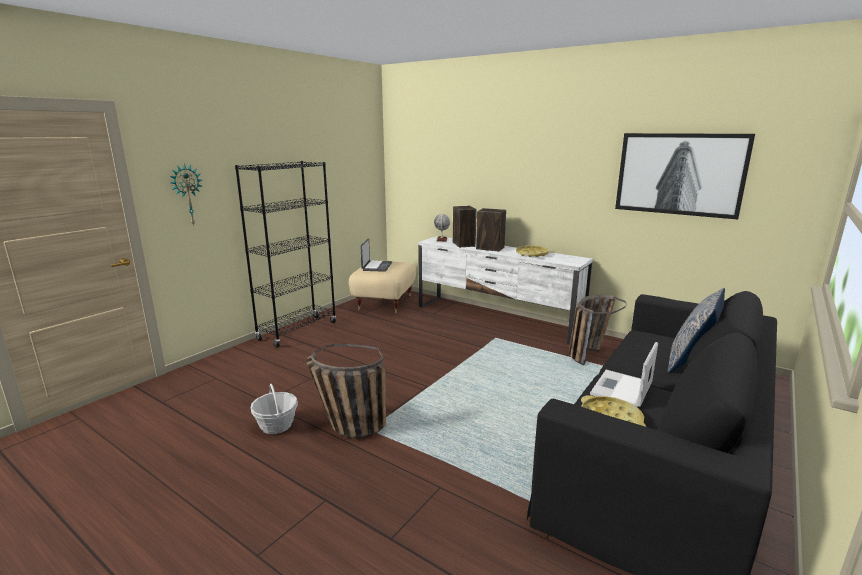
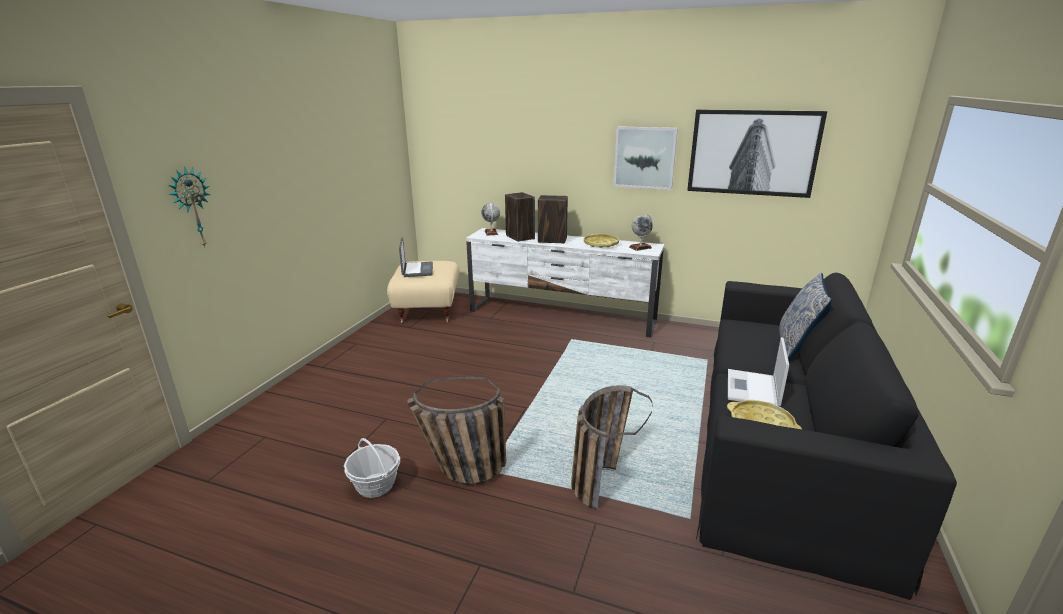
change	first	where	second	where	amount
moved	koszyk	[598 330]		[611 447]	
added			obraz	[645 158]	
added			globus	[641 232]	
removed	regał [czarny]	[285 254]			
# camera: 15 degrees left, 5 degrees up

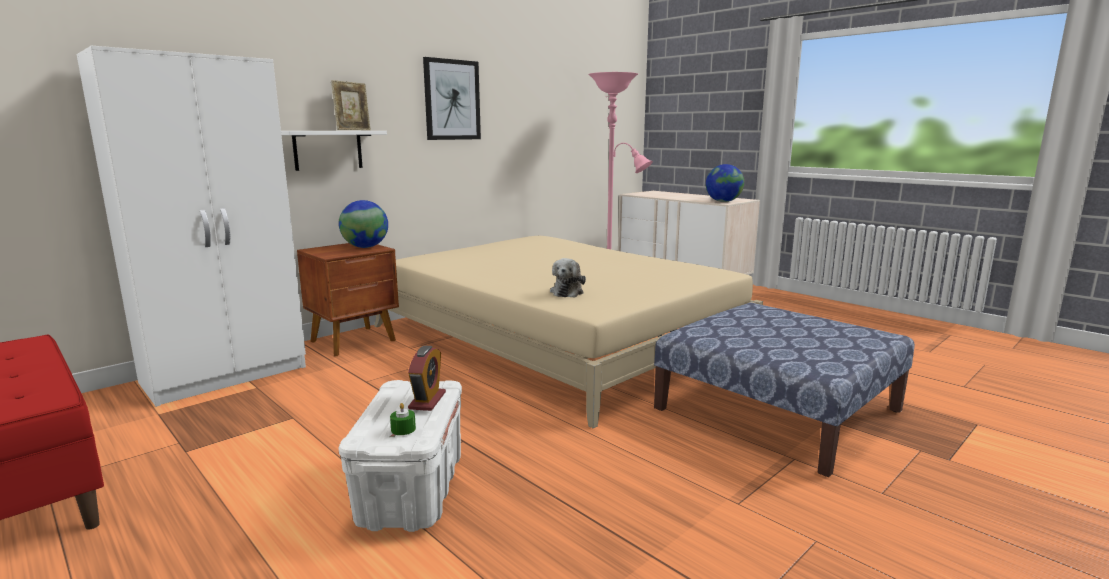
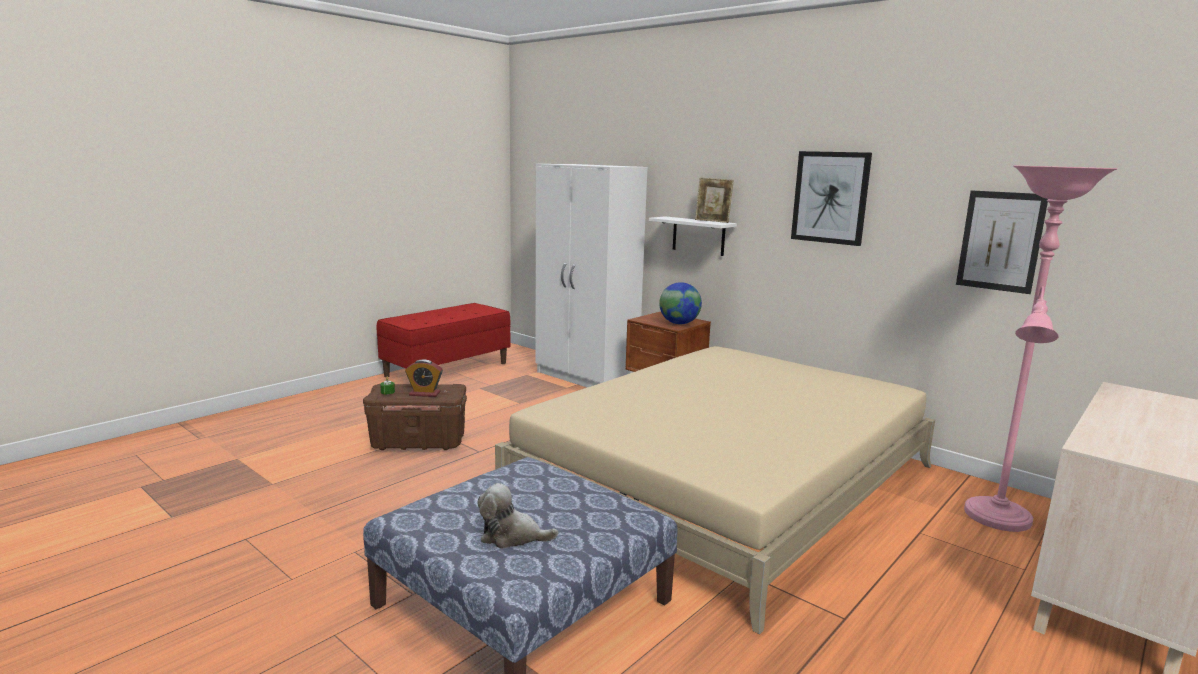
change	first	where	second	where	amount
recoloured	pojemnik do przechowywania [biały]	[400 456]	pojemnik do przechowywania [brązowy]	[415 417]	
moved	pluszak	[568 278]		[518 516]	
added			obraz	[1002 242]	
removed	globus	[725 183]			
# camera: 85 degrees right, 0 degrees up

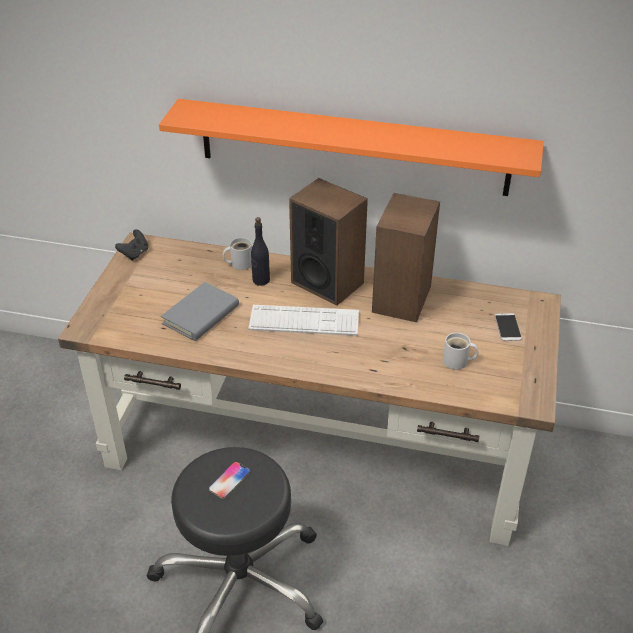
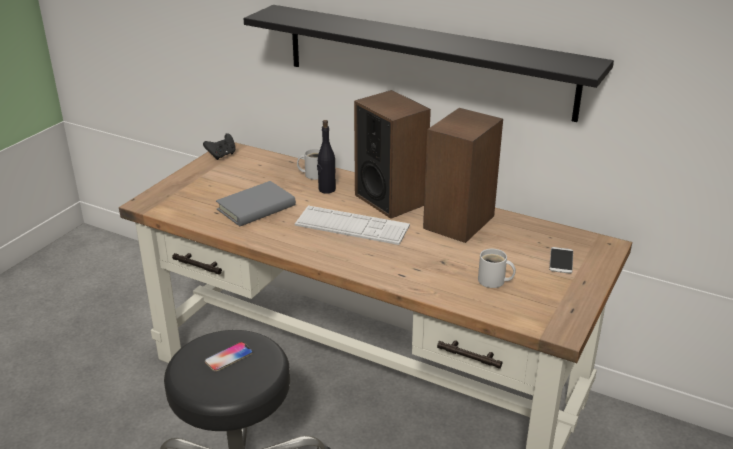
change	first	where	second	where	amount
recoloured	półka [pomarańczowy]	[351 147]	półka [czarny]	[428 63]	
# camera: 15 degrees right, 10 degrees down

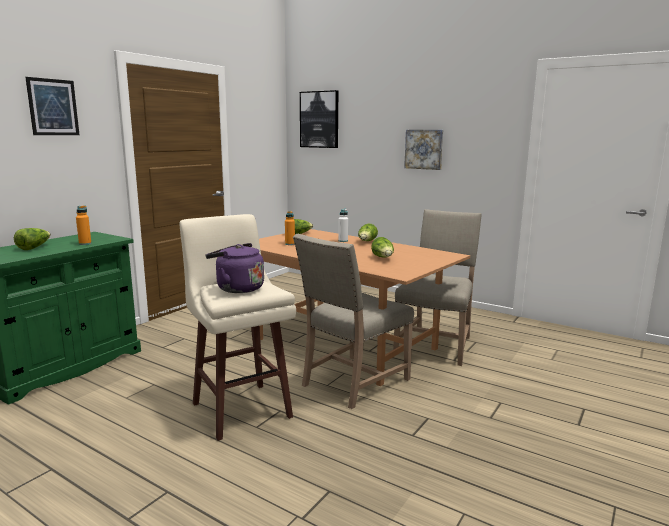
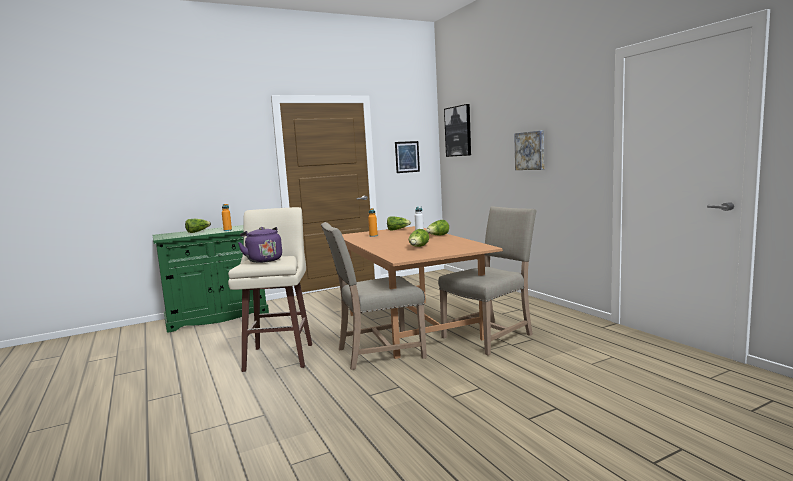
change	first	where	second	where	amount
moved	obraz	[52 106]		[407 157]	
# camera: 30 degrees right, 5 degrees down

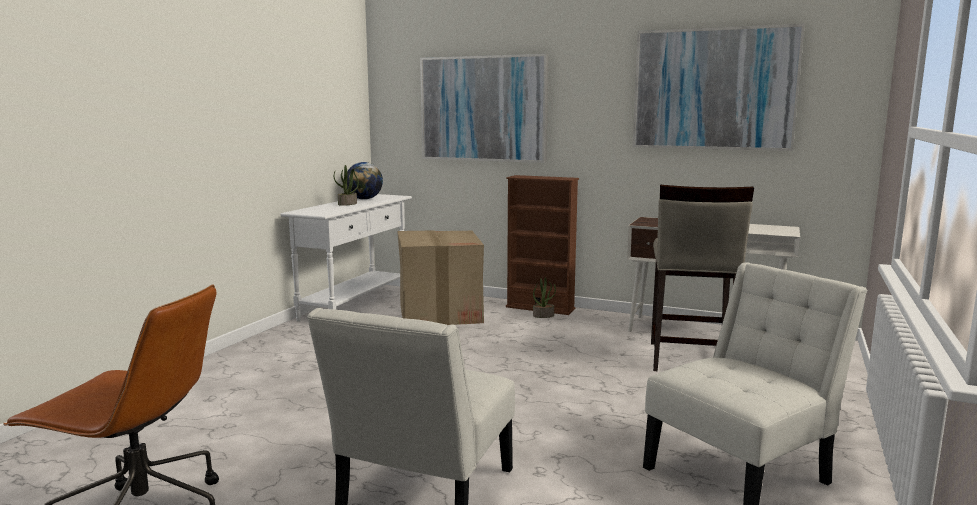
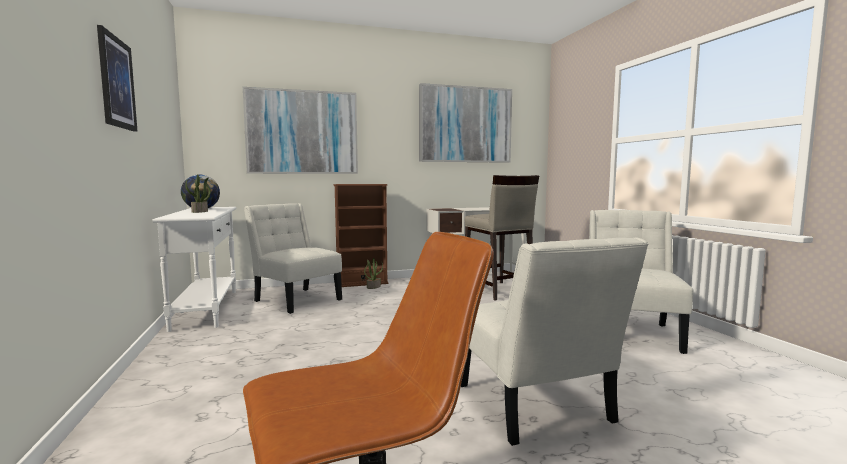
change	first	where	second	where	amount
added			obraz	[117 78]	
replaced	karton	[440 277]	krzesło [biały]	[293 258]	
# camera: 40 degrees left, 5 degrees down

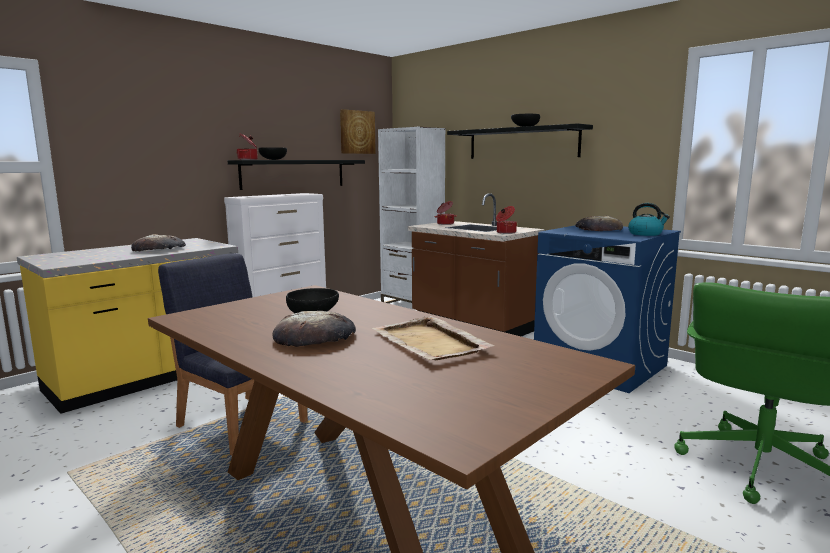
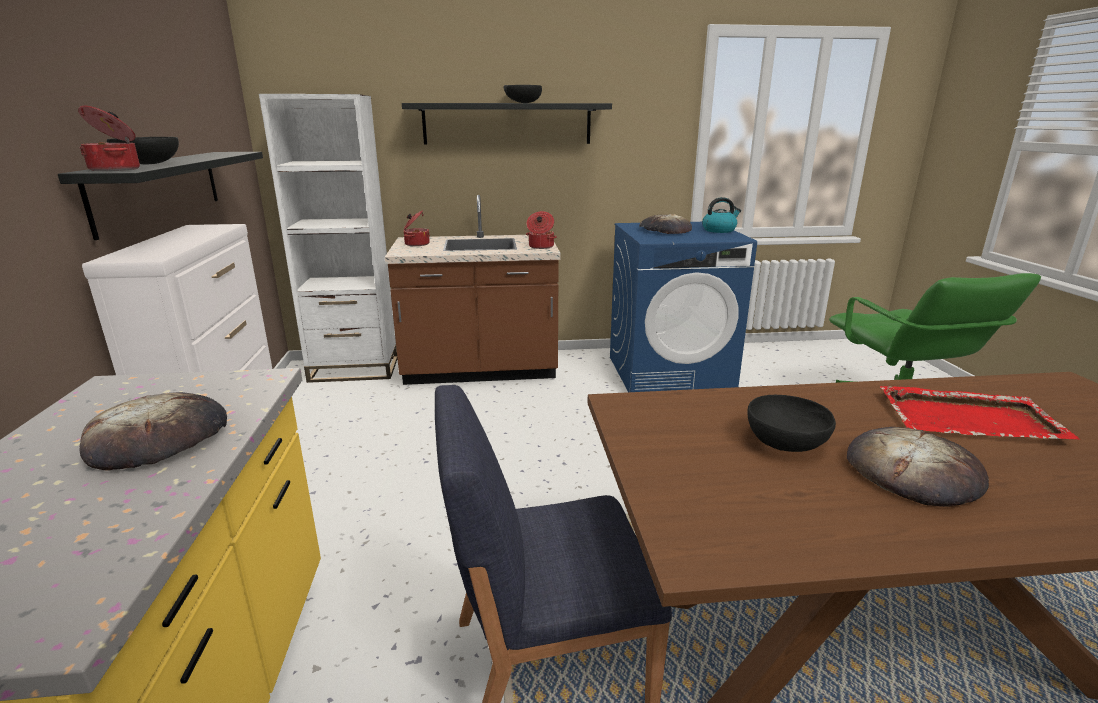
change	first	where	second	where	amount
recoloured	taca [beżowy]	[433 338]	taca [czerwony]	[980 413]	
removed	obraz	[358 131]			
# camera: 50 degrees left, 10 degrees up

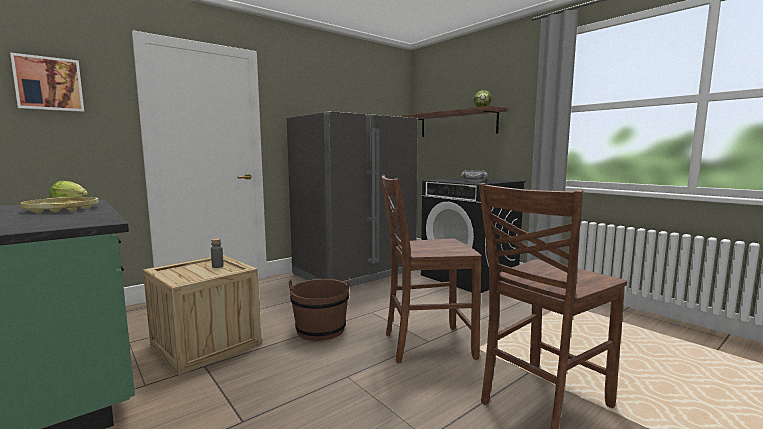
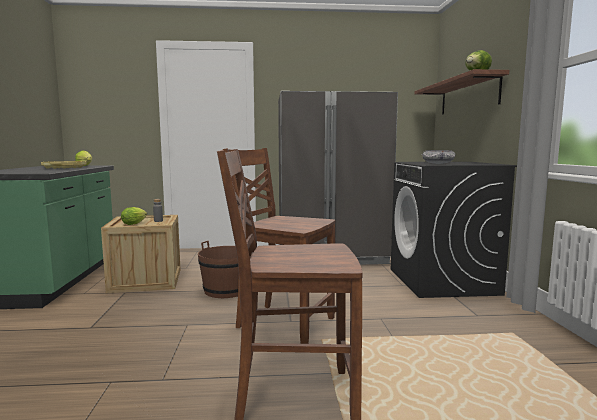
change	first	where	second	where	amount
added			sałata	[134 216]	
removed	obraz	[47 82]			
# camera: 35 degrees right, 0 degrees up

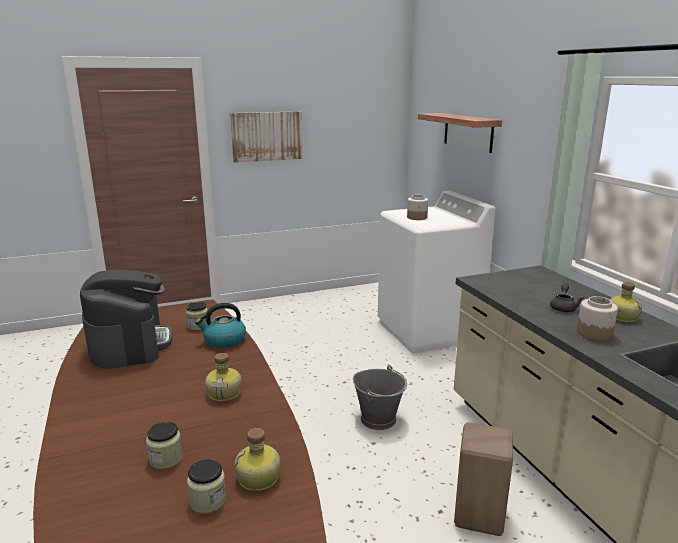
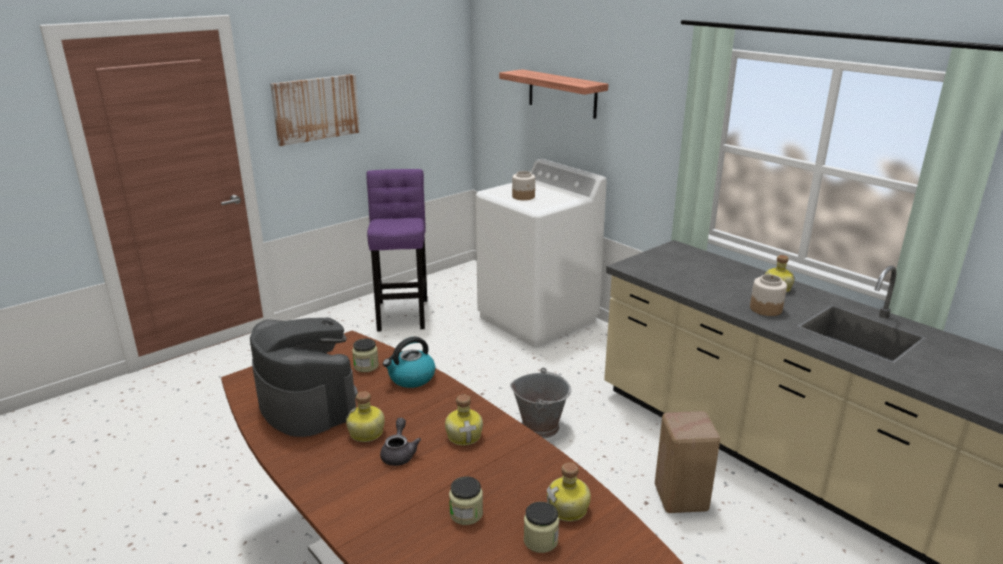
change	first	where	second	where	amount
added			butelka	[365 416]	
added			stołek [fioletowy]	[396 250]	
moved	imbryk [szary]	[567 297]		[400 442]	
# camera: 20 degrees left, 5 degrees up

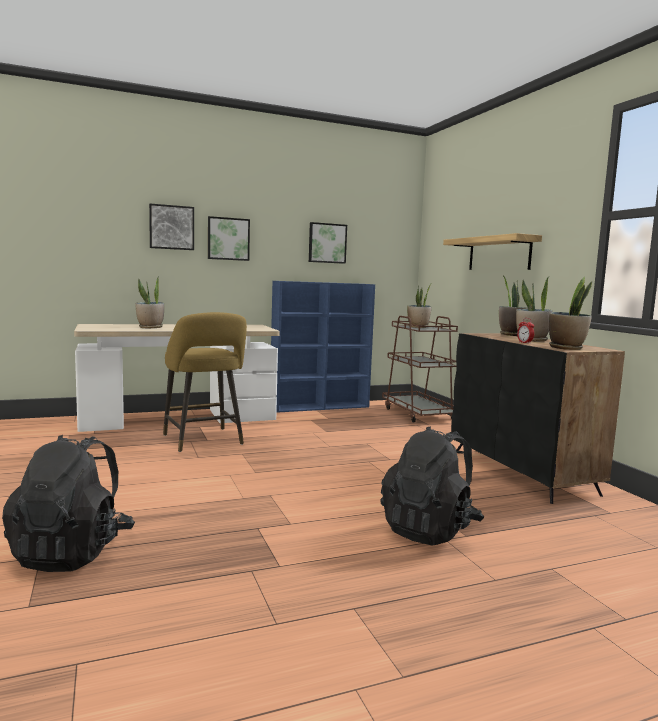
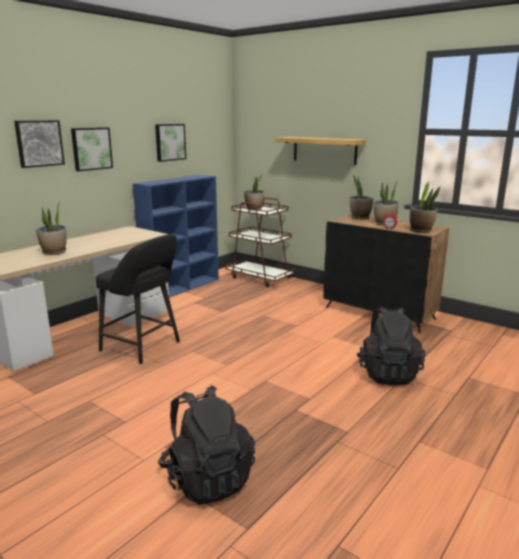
change	first	where	second	where	amount
recoloured	stołek [żółty]	[205 382]	stołek [czarny]	[138 299]	
# camera: 30 degrees left, 10 degrees up

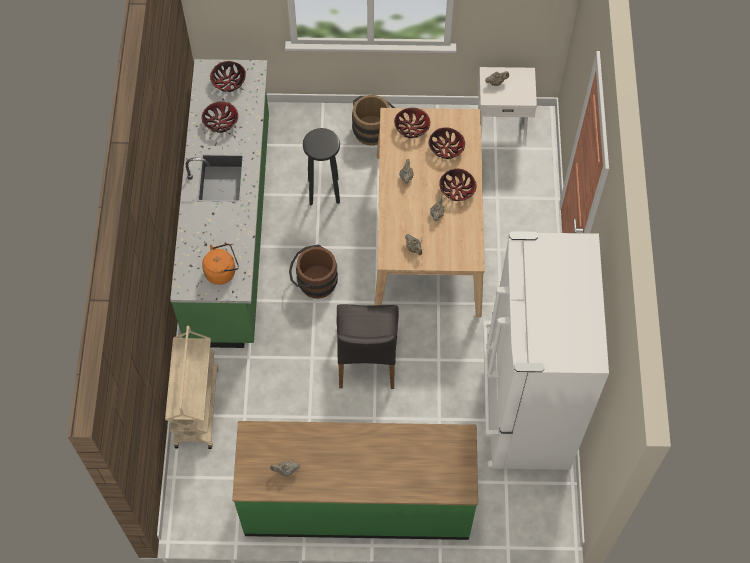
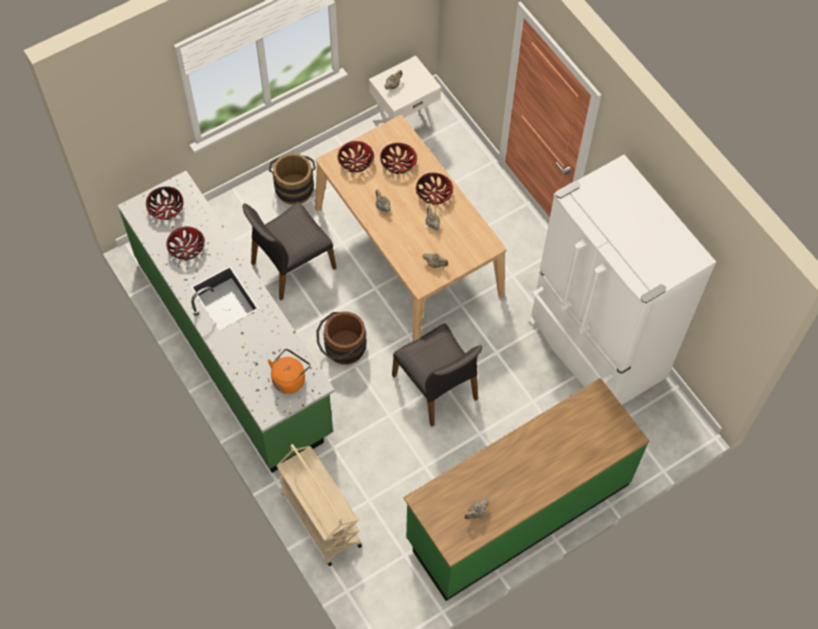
change	first	where	second	where	amount
replaced	stołek [czarny]	[321 166]	krzesło [szary]	[290 251]	
# camera: 35 degrees left, 0 degrees up

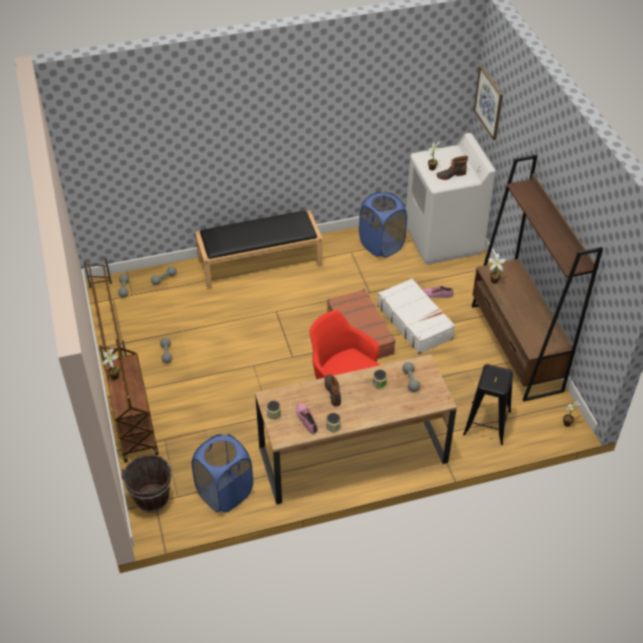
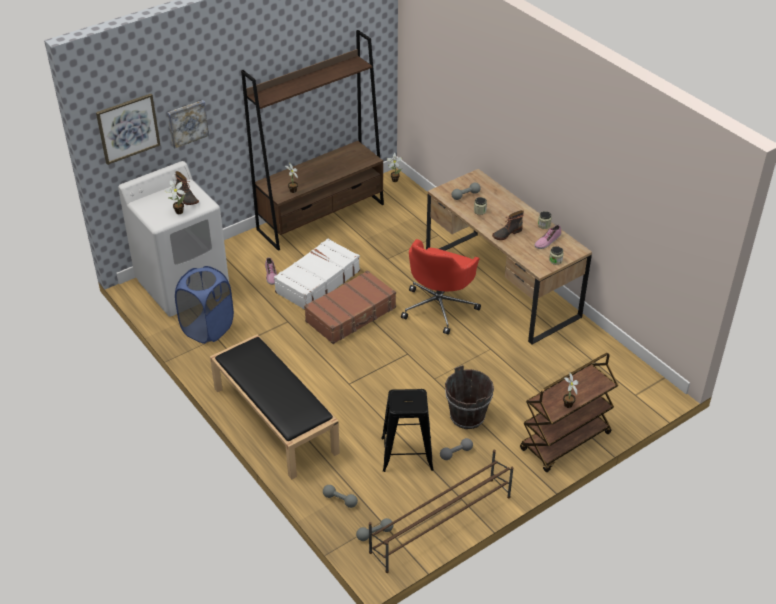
change	first	where	second	where	amount
added			obraz	[188 124]	
moved	stołek [czarny]	[488 404]		[407 430]	
moved	wiadro [brązowy]	[146 484]		[469 397]	
removed	kosz na pranie [niebieski]	[222 473]			
# camera: 110 degrees left, 5 degrees down

